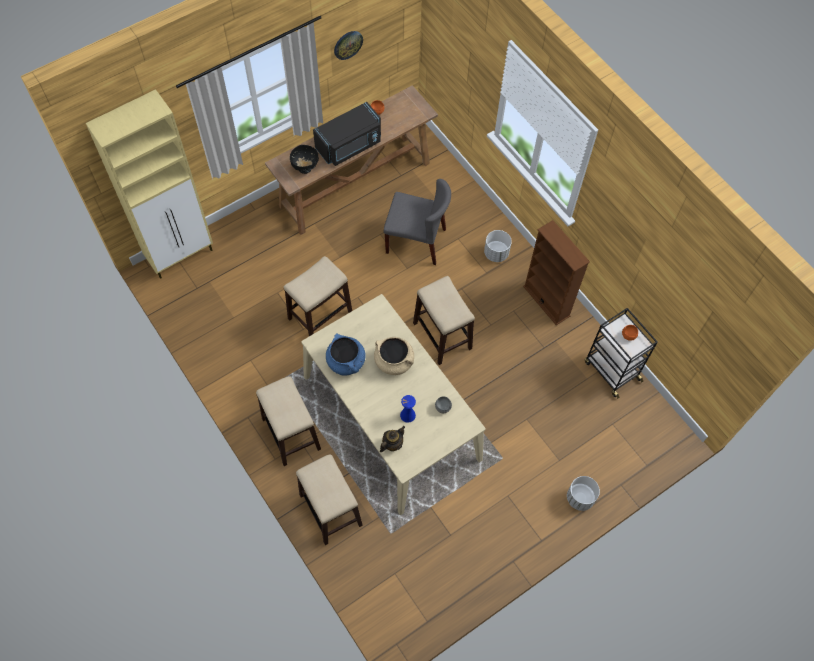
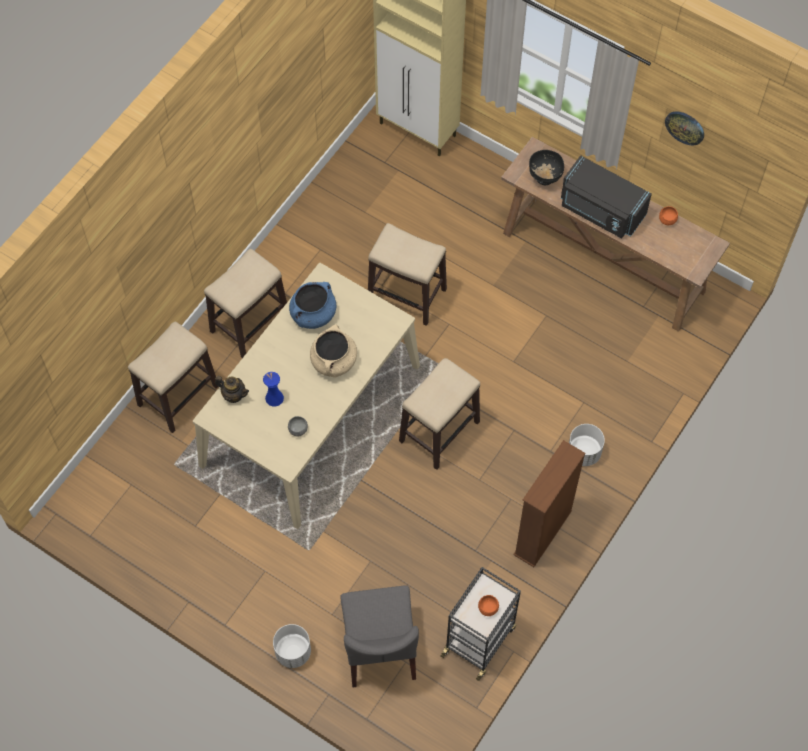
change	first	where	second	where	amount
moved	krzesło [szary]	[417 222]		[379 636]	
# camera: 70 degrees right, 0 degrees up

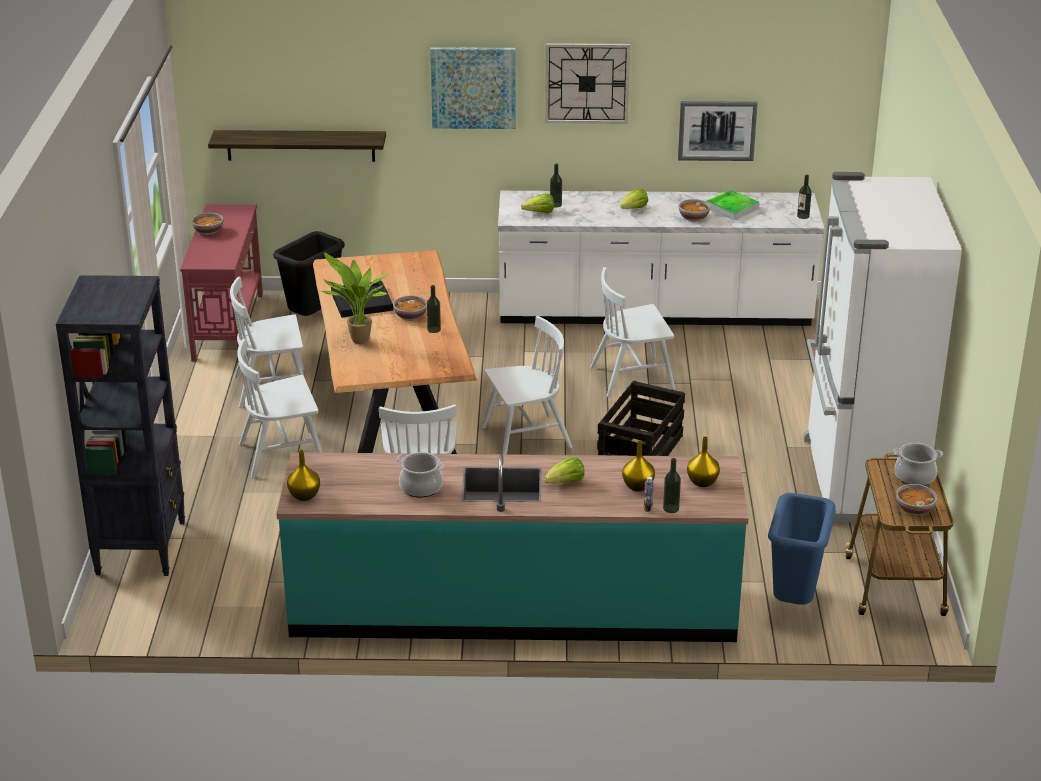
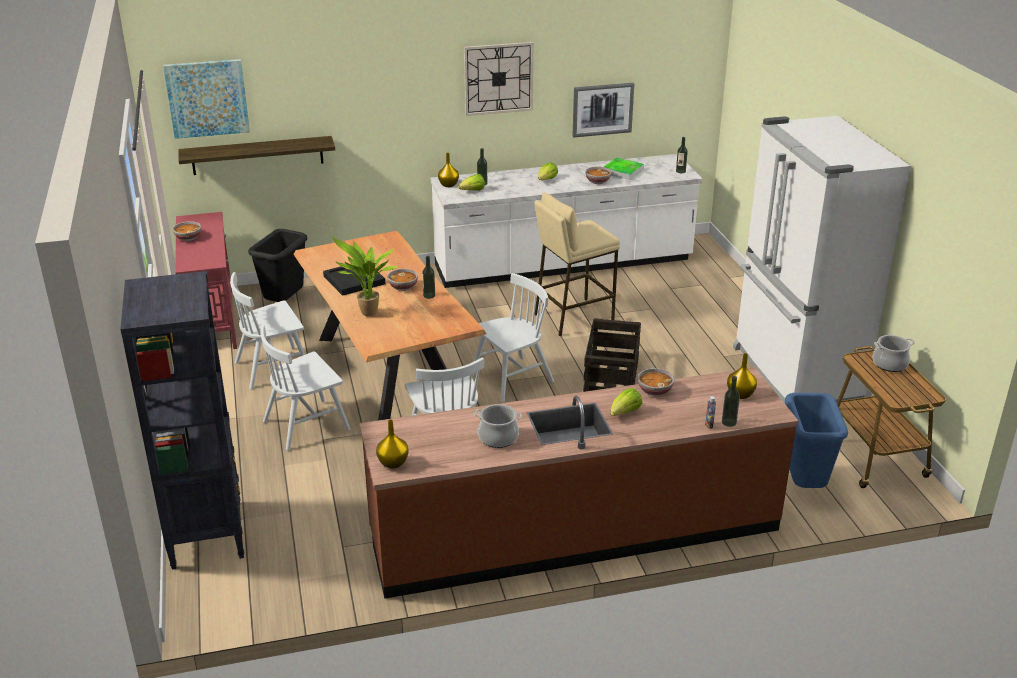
change	first	where	second	where	amount
moved	obraz	[473 88]		[206 99]	
recoloured	zabudowa kuchenna [turkusowy]	[512 547]	zabudowa kuchenna [brązowy]	[579 483]	
moved	wazon [żółty]	[638 466]		[448 170]	
replaced	krzesło [biały]	[632 332]	stołek [beżowy]	[577 264]	
moved	miska	[916 499]		[656 382]	
# camera: 15 degrees left, 0 degrees up

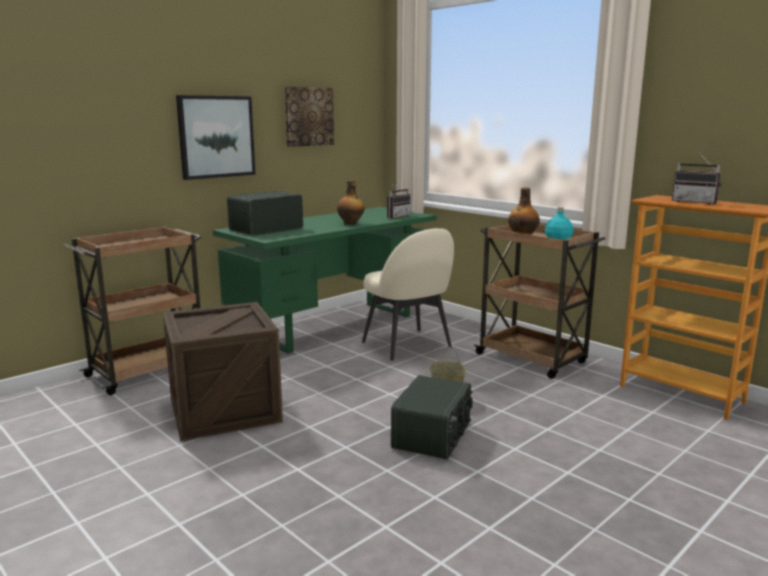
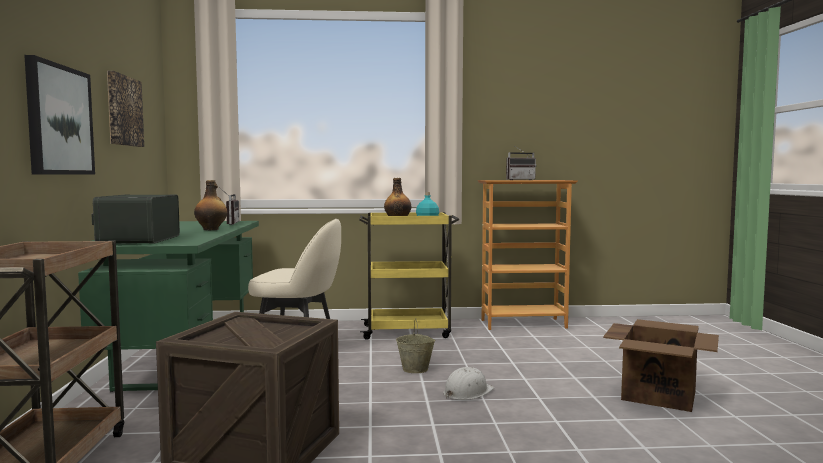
change	first	where	second	where	amount
recoloured	wózek [brązowy]	[539 301]	wózek [żółty]	[409 276]	
replaced	radio	[432 417]	kask [biały]	[468 383]	
added			karton	[661 365]	
# camera: 50 degrees left, 10 degrees down

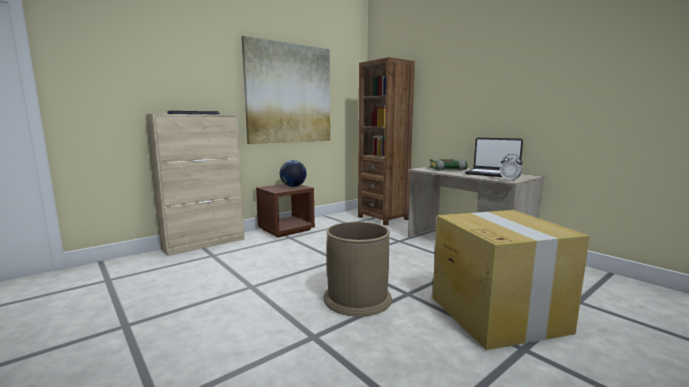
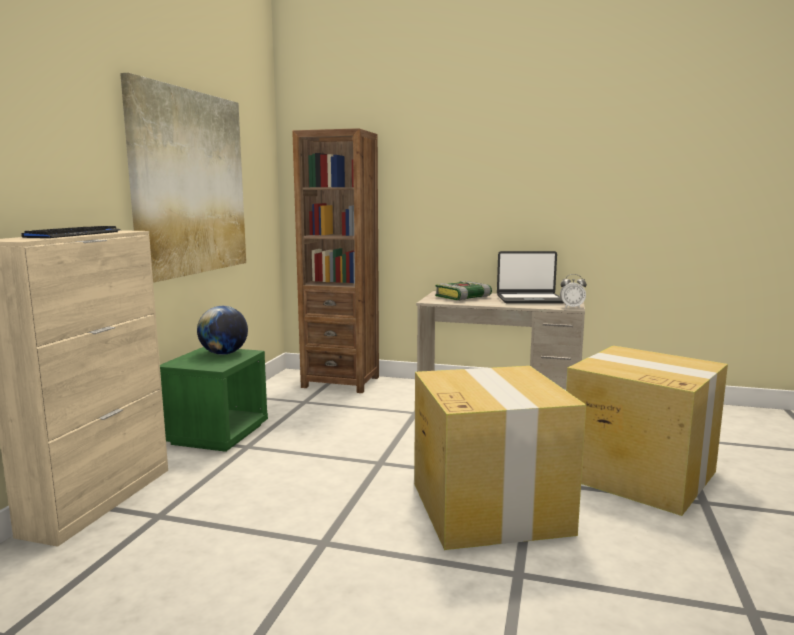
change	first	where	second	where	amount
recoloured	szafka nocna [brązowy]	[285 210]	szafka nocna [zielony]	[214 399]	
replaced	kosz na śmieci [brązowy]	[358 269]	karton	[500 458]	
# camera: 35 degrees left, 0 degrees up

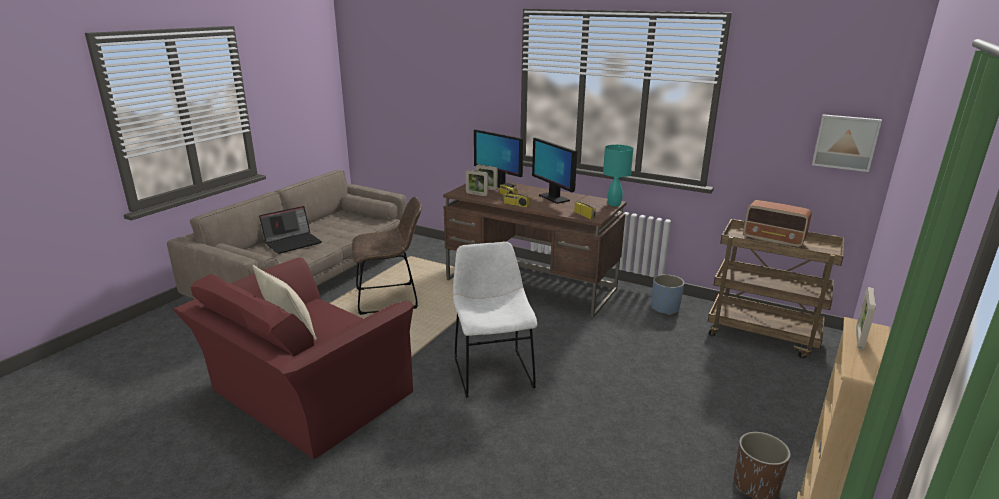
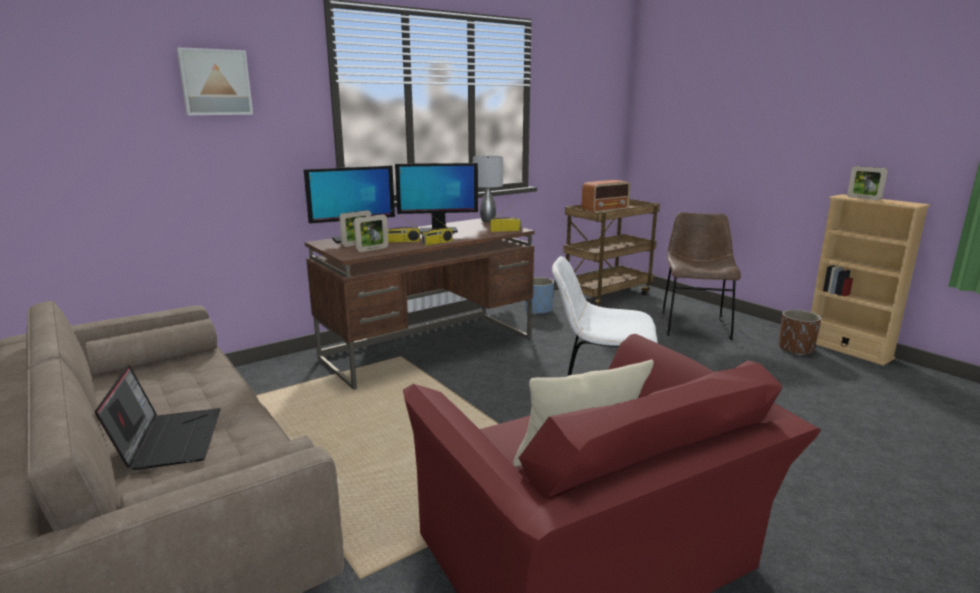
change	first	where	second	where	amount
moved	obraz	[847 143]		[214 81]	
recoloured	lampa stołowa [turkusowy]	[618 175]	lampa stołowa [szary]	[488 189]	
moved	krzesło [brązowy]	[387 256]		[701 276]	
# camera: 65 degrees left, 5 degrees down

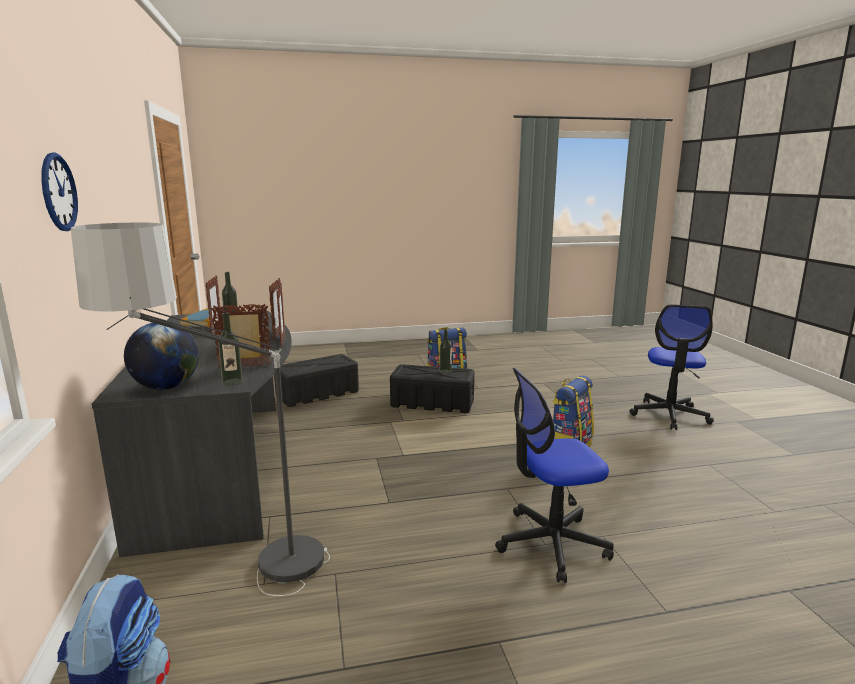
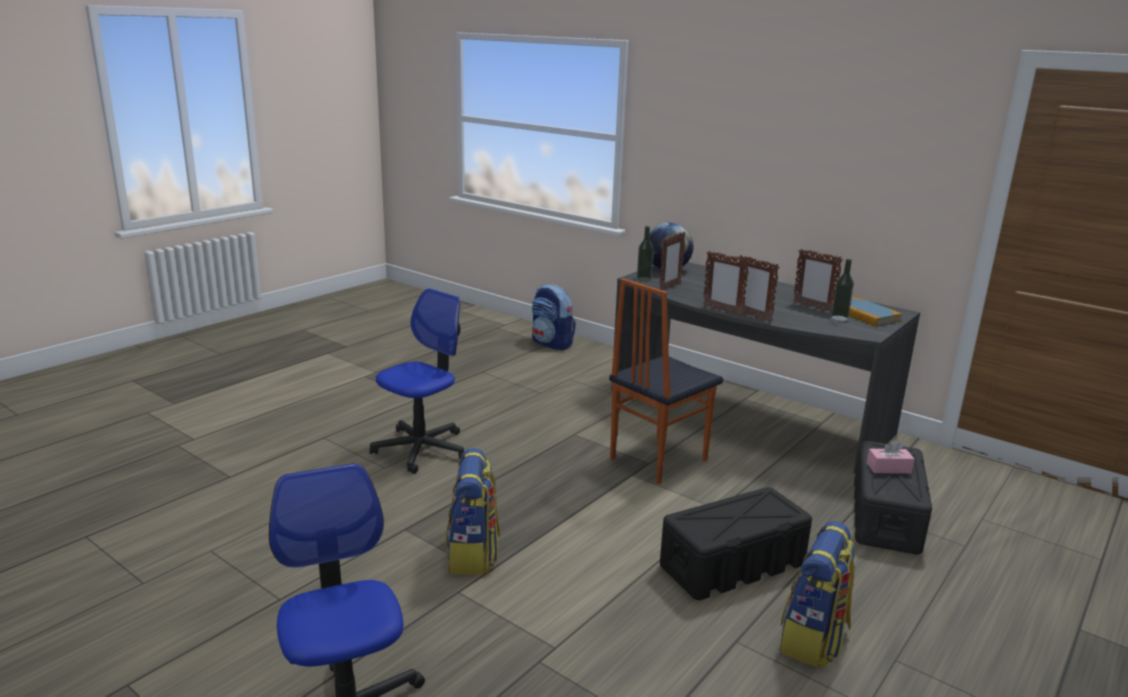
change	first	where	second	where	amount
added			krzesło	[666 381]	
added			pudełko chusteczek [różowy]	[891 457]	
removed	zegar ścienny	[59 192]			
removed	lampa stojąca	[200 409]			
removed	butelka	[446 351]			
# camera: 140 degrees right, 5 degrees up

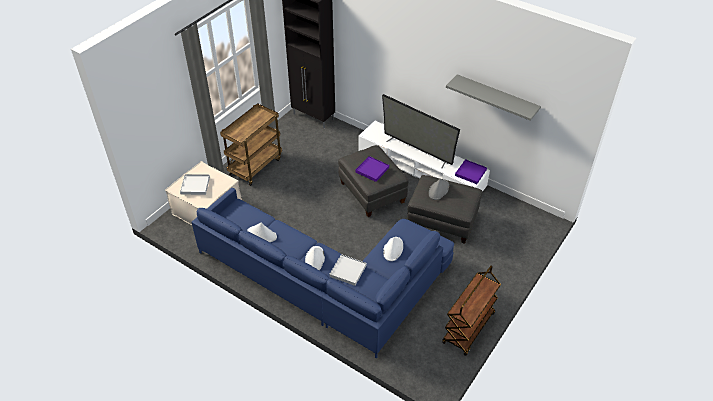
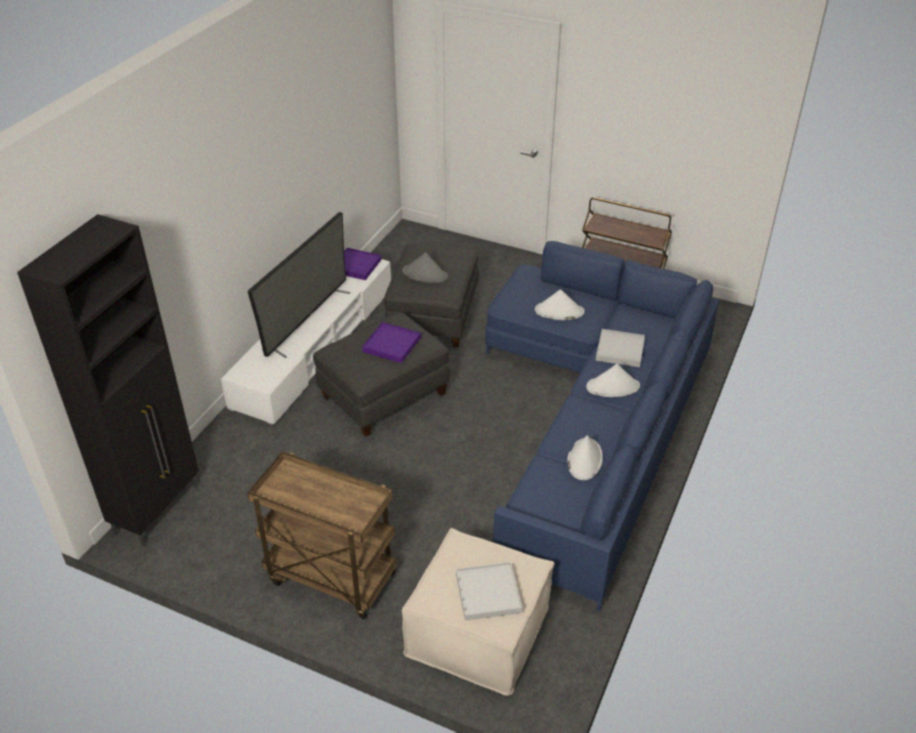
change	first	where	second	where	amount
removed	półka [szary]	[493 97]			
# camera: 100 degrees left, 5 degrees down

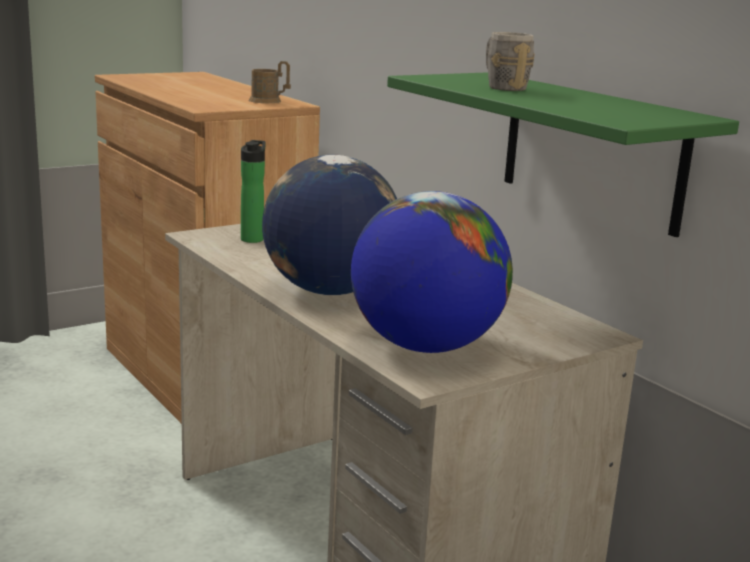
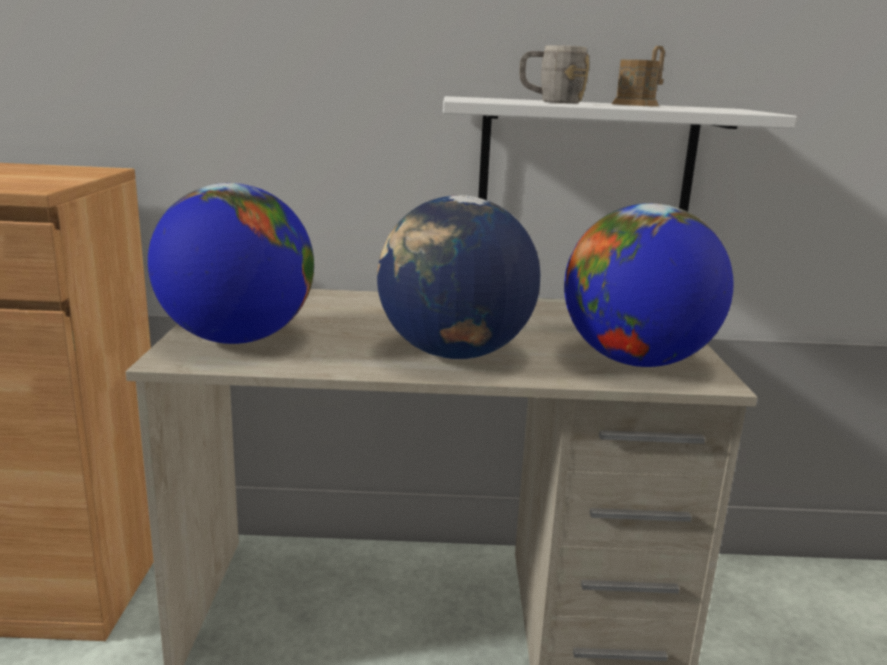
change	first	where	second	where	amount
replaced	butelka	[253 191]	globus	[231 263]	
recoloured	półka [zielony]	[563 154]	półka [biały]	[620 154]	
moved	kubek [brązowy]	[270 82]		[638 76]	
# camera: 55 degrees left, 0 degrees up

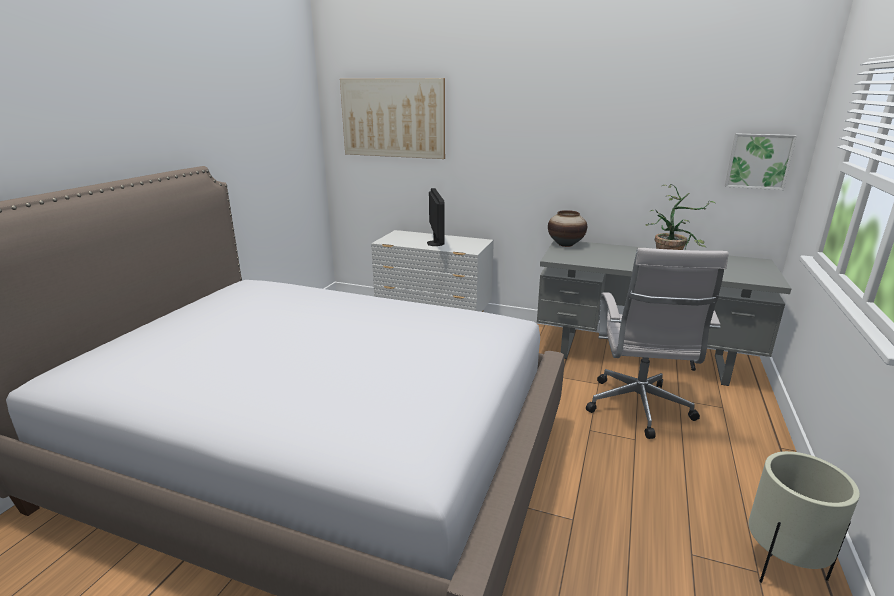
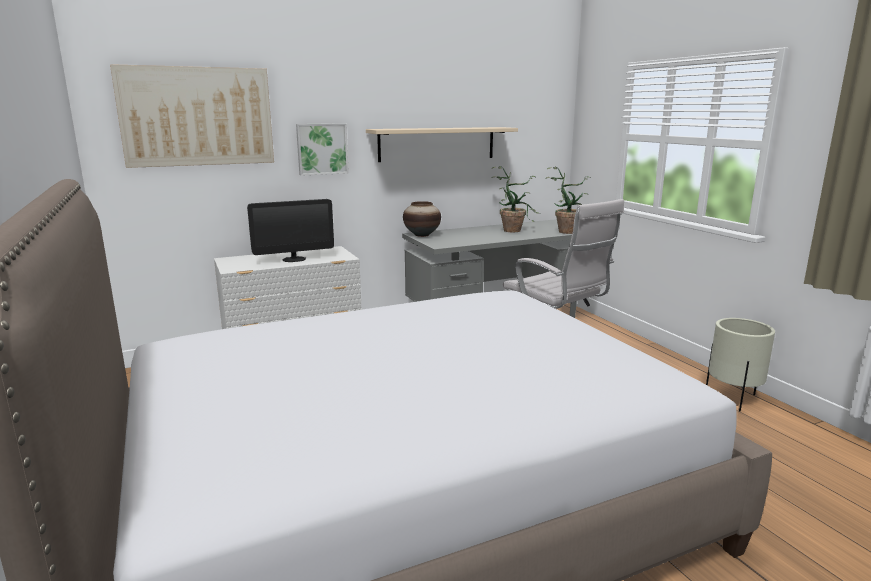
change	first	where	second	where	amount
turned	monitor	[436 217]		[290 230]	120 degrees clockwise
moved	obraz	[761 161]		[322 149]	
added			półka [beżowy]	[442 144]	
added			roślina doniczkowa	[568 200]	
# camera: 45 degrees left, 5 degrees down

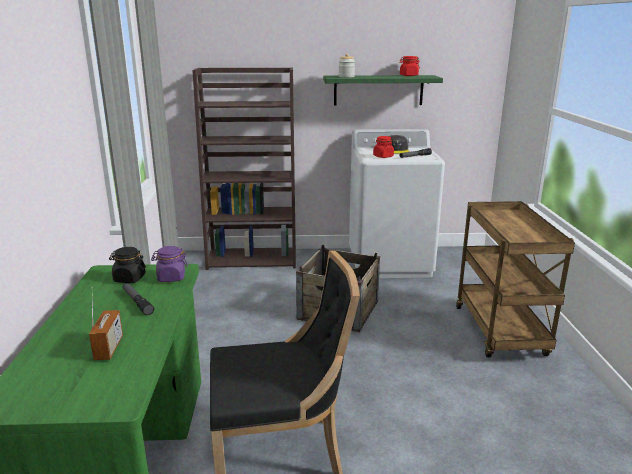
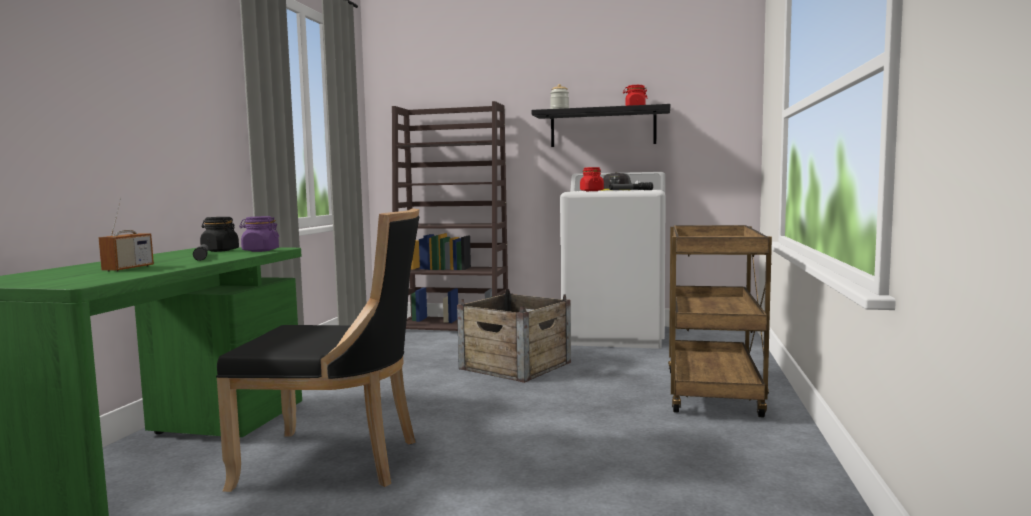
change	first	where	second	where	amount
recoloured	półka [zielony]	[383 90]	półka [czarny]	[601 125]	
# camera: 15 degrees right, 15 degrees down

